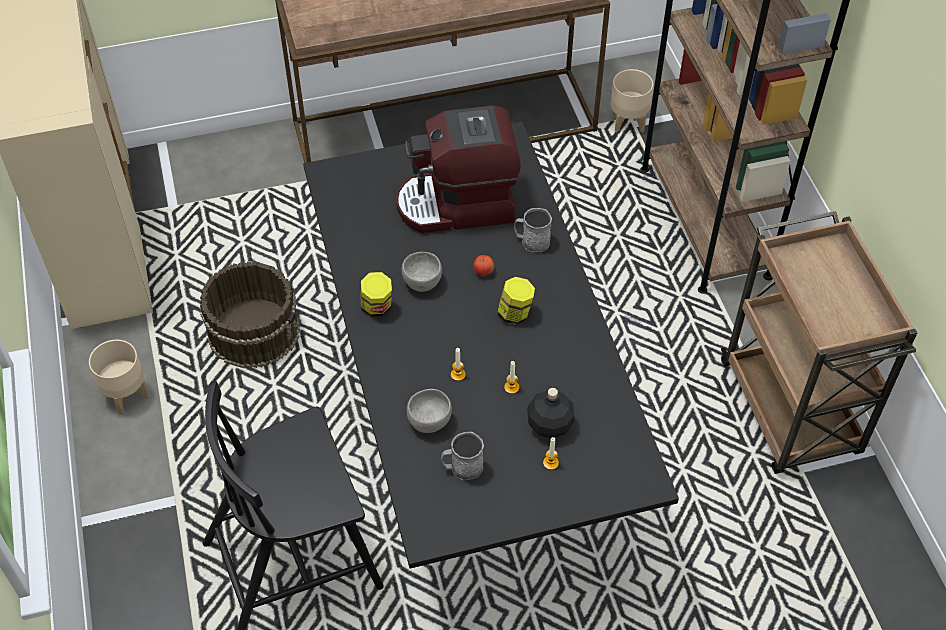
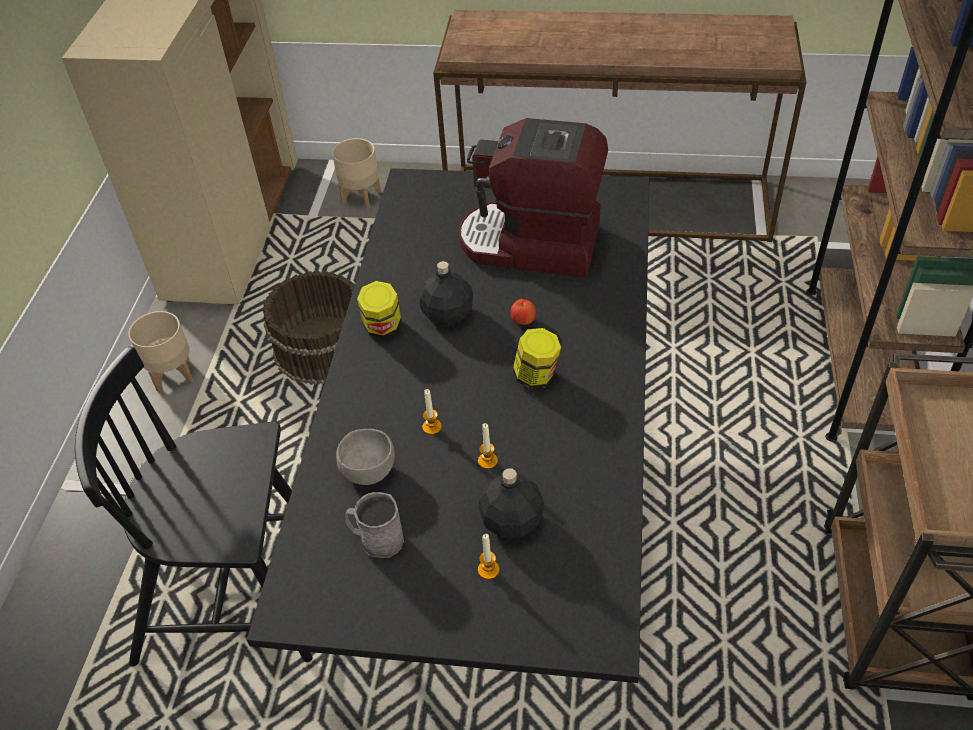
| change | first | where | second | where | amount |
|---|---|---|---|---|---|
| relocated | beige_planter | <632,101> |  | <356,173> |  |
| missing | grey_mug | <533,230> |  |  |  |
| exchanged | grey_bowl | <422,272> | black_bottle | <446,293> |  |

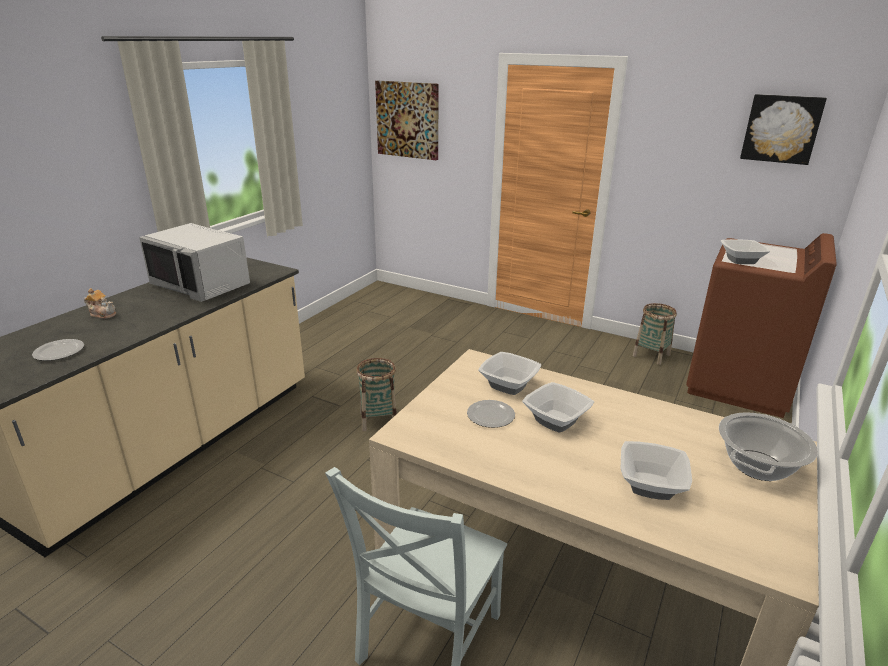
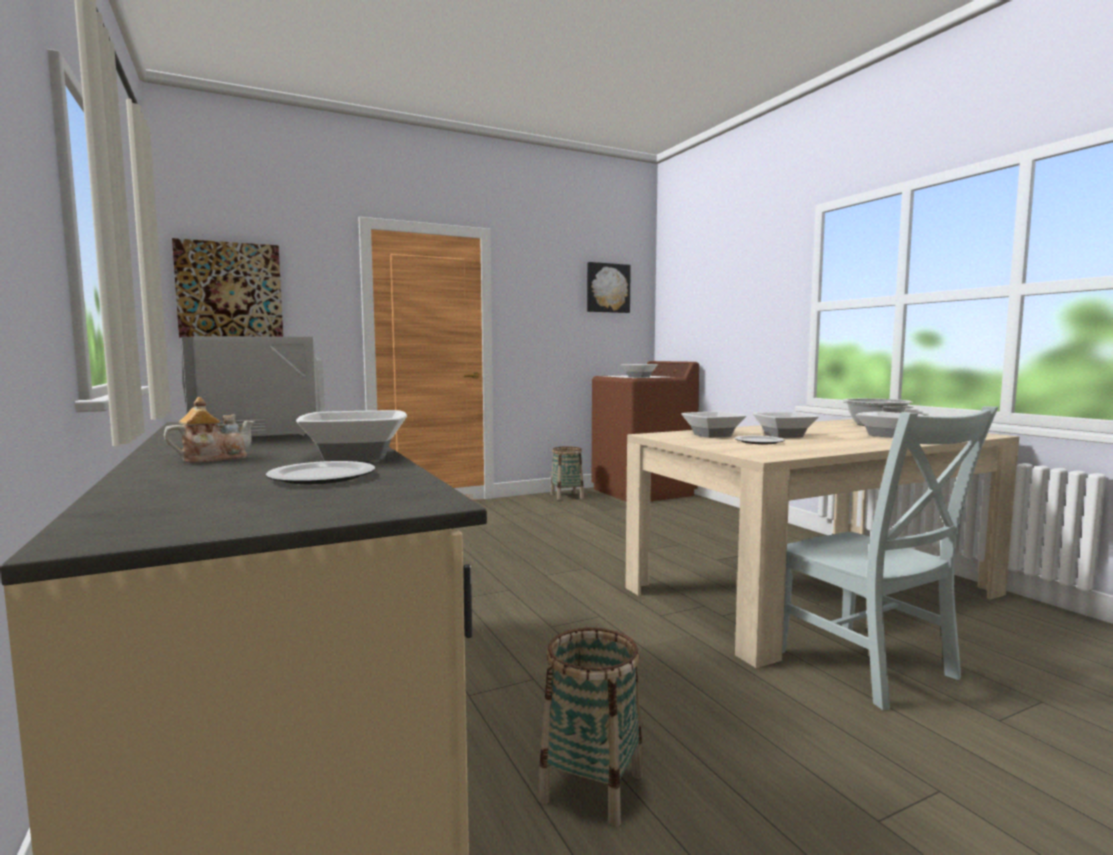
| change | first | where | second | where | amount |
|---|---|---|---|---|---|
| spun | grey_microwave | <194,262> |  | <253,386> | 90 degrees clockwise |
| relocated | basket | <376,395> |  | <590,727> |  |
| appeared |  |  | bowl | <351,435> |  |

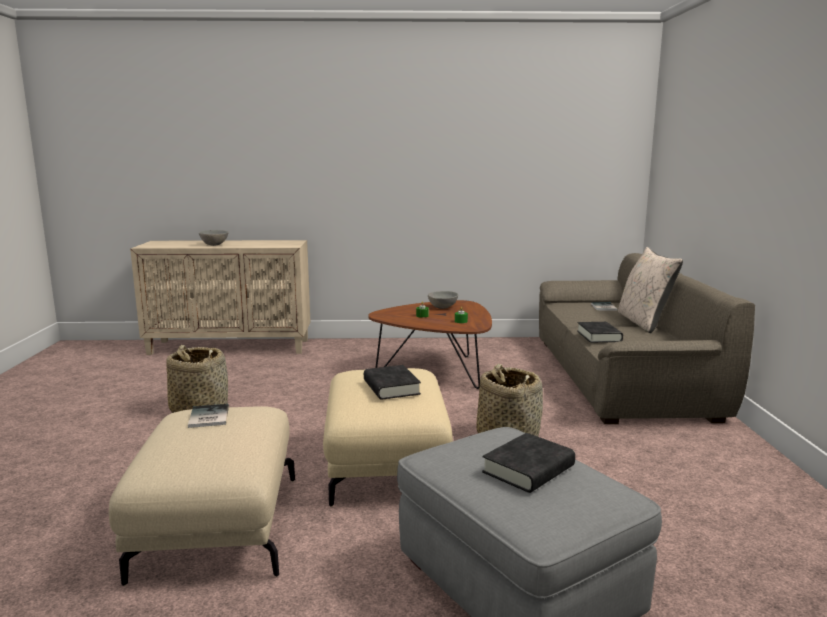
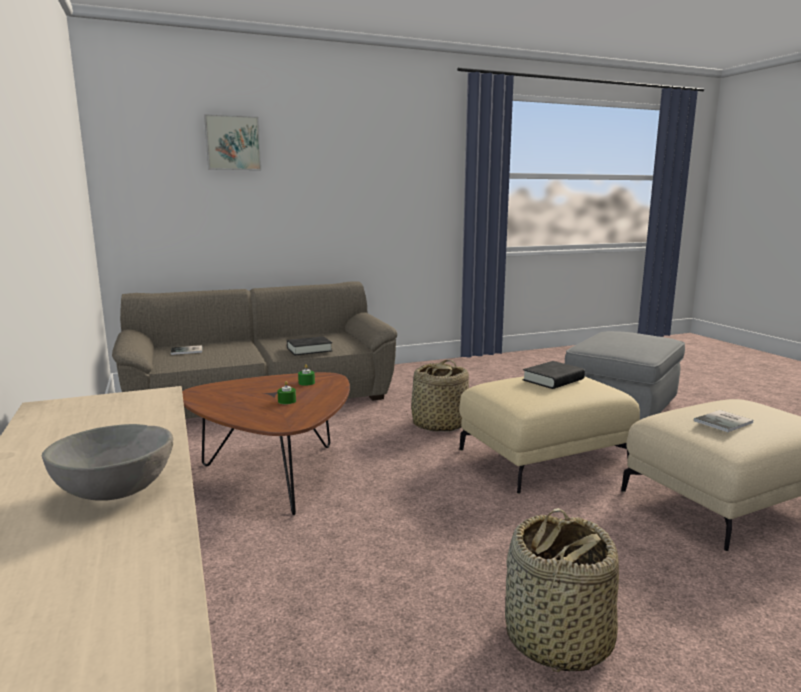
| change | first | where | second | where | amount |
|---|---|---|---|---|---|
| missing | beige_pillow | <650,290> |  |  |  |
| missing | grey_bowl | <443,300> |  |  |  |
| missing | black_book | <528,463> |  |  |  |
| appeared |  |  | picture | <232,142> |  |

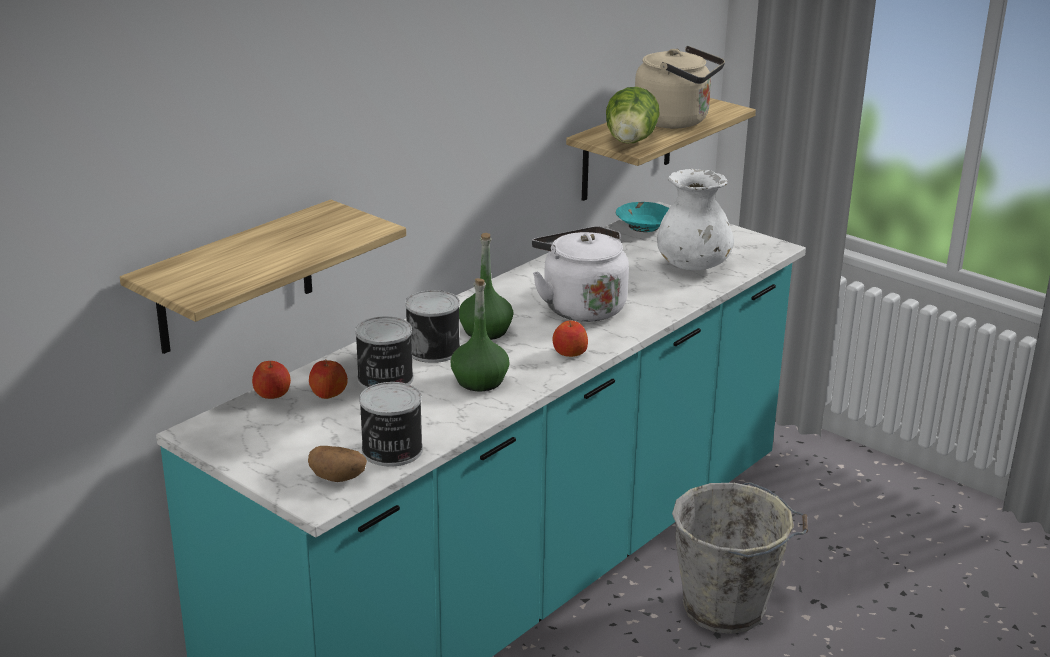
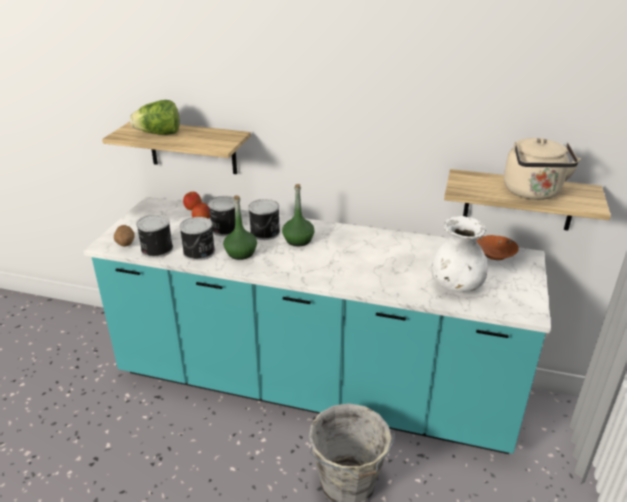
| change | first | where | second | where | amount |
|---|---|---|---|---|---|
| relocated | lettuce | <633,115> |  | <155,117> |  |
| colour | turquoise_bowl | <642,217> | orange_bowl | <498,247> |  |
| missing | white_kettle | <580,274> |  |  |  |
| missing | apple | <570,339> |  |  |  |
| appeared |  |  | can | <197,239> |  |

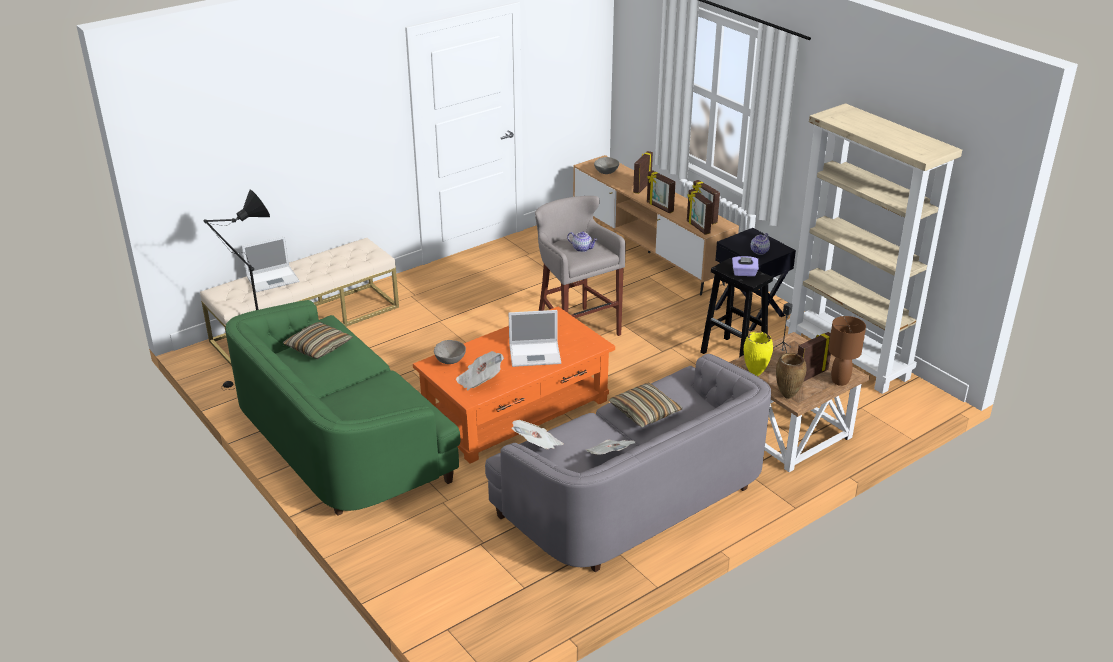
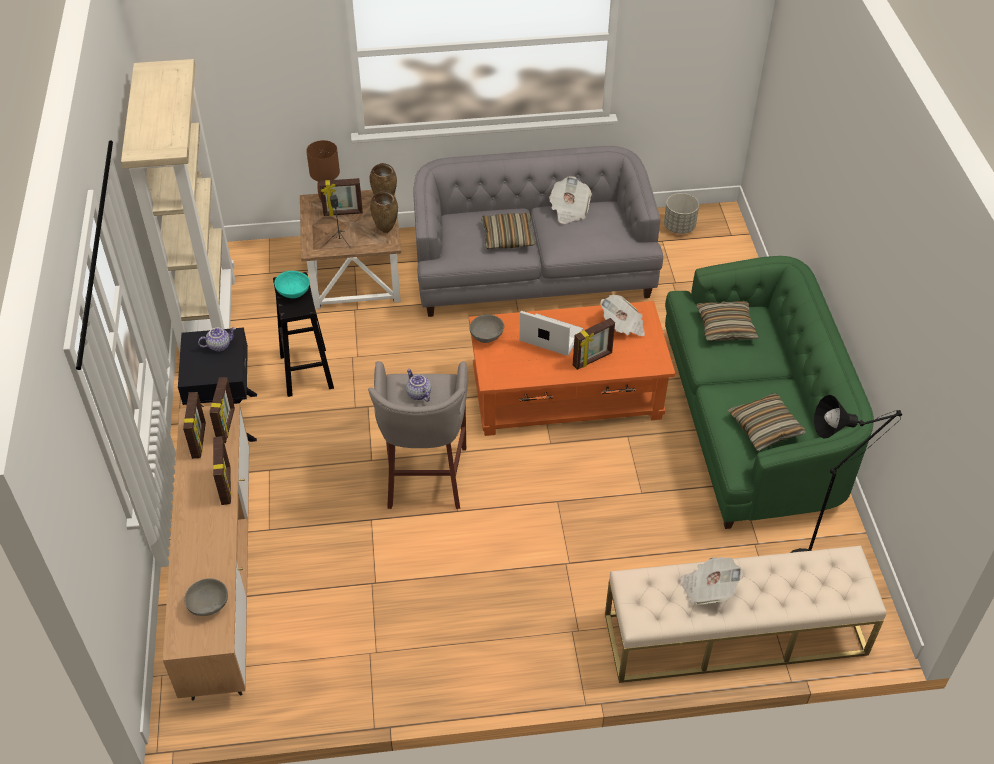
| change | first | where | second | where | amount |
|---|---|---|---|---|---|
| relocated | picture_frame | <643,172> |  | <594,344> |  |
| missing | laptop | <271,264> |  |  |  |
| exchanged | purple_tissue_box | <745,266> | turquoise_bowl | <292,284> |  |
| colour | yellow_vase | <758,354> | brown_vase | <384,212> |  |
| relocated | grey_bowl | <450,352> |  | <487,329> |  |
| relocated | newspaper | <537,434> |  | <711,581> |  |
| appeared |  |  | grey_planter | <681,213> |  |
| appeared |  |  | pillow | <727,321> |  |

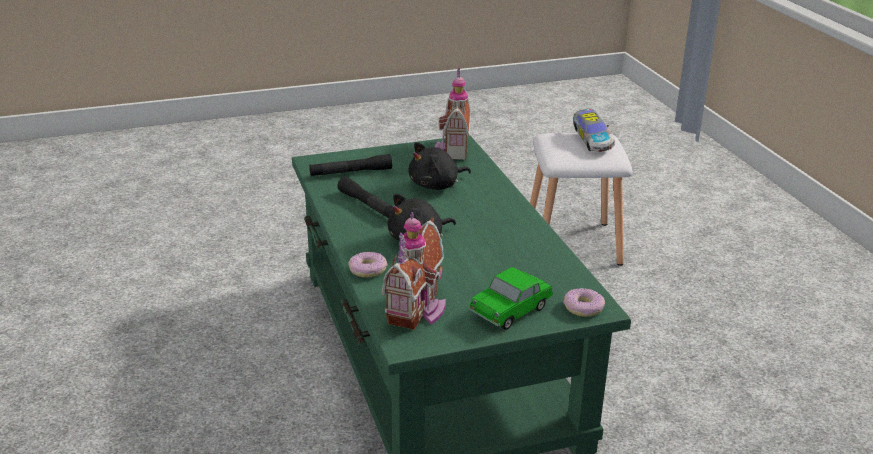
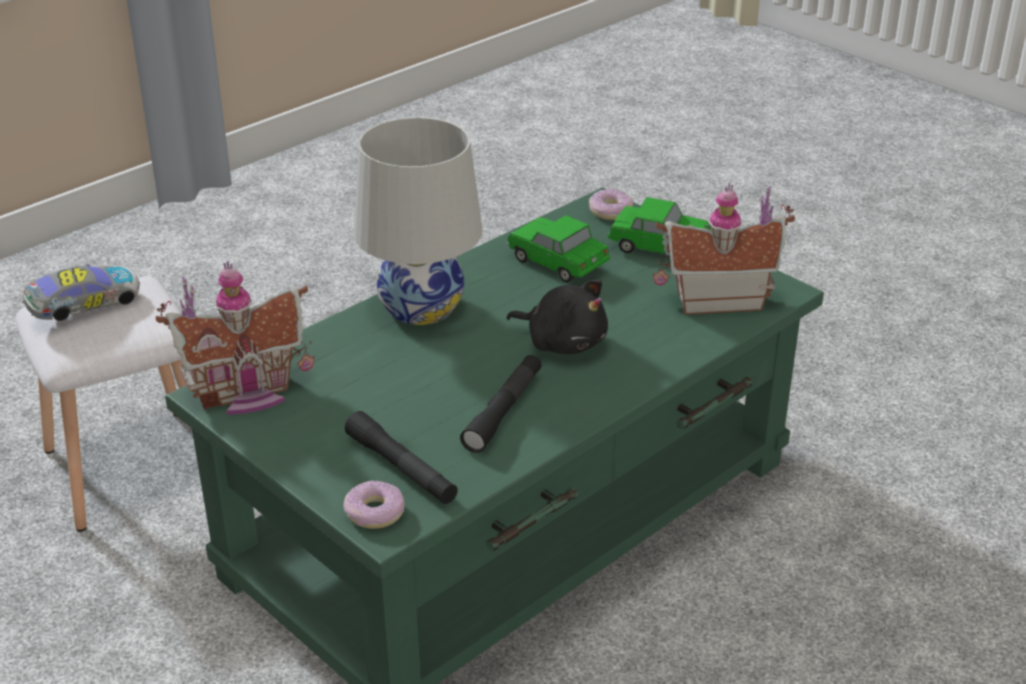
| change | first | where | second | where | amount |
|---|---|---|---|---|---|
| missing | black_plush_toy | <439,166> |  |  |  |
| relocated | donut | <367,264> |  | <373,504> |  |
| appeared |  |  | white_table_lamp | <418,221> |  |
| appeared |  |  | toy_car | <558,249> |  |

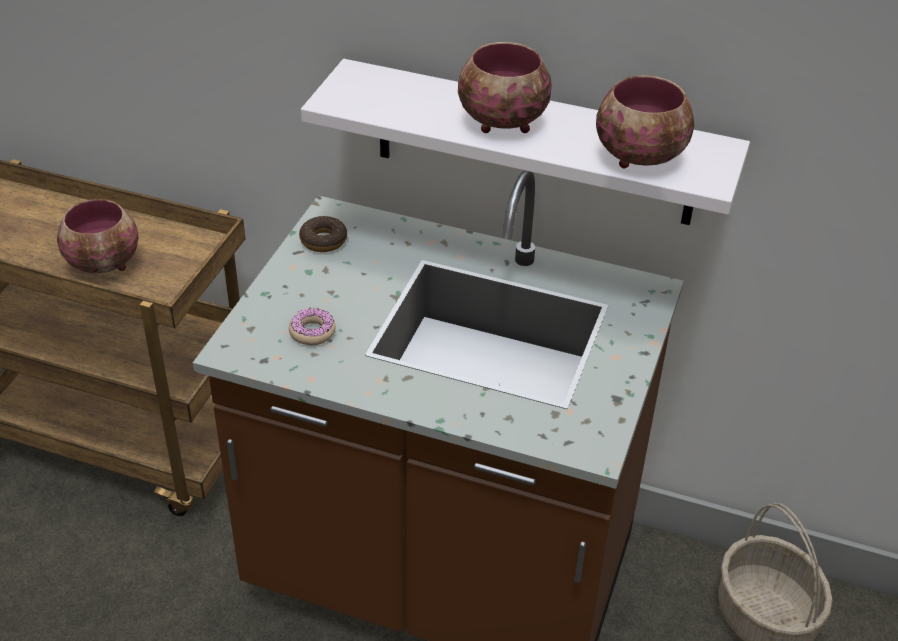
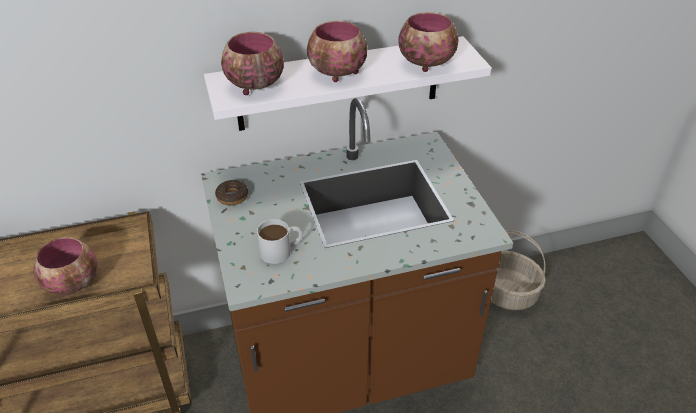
| change | first | where | second | where | amount |
|---|---|---|---|---|---|
| exchanged | donut | <312,326> | white_mug | <280,241> |  |
| appeared |  |  | bowl | <252,63> |  |

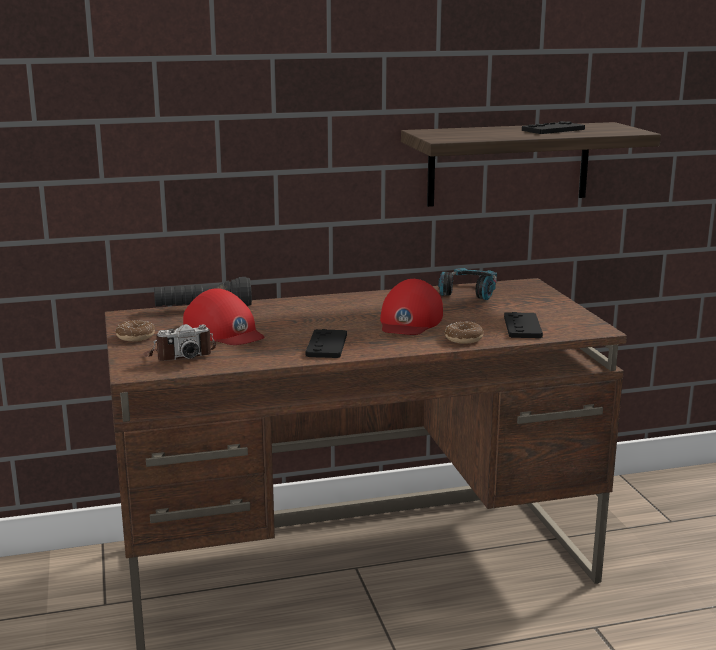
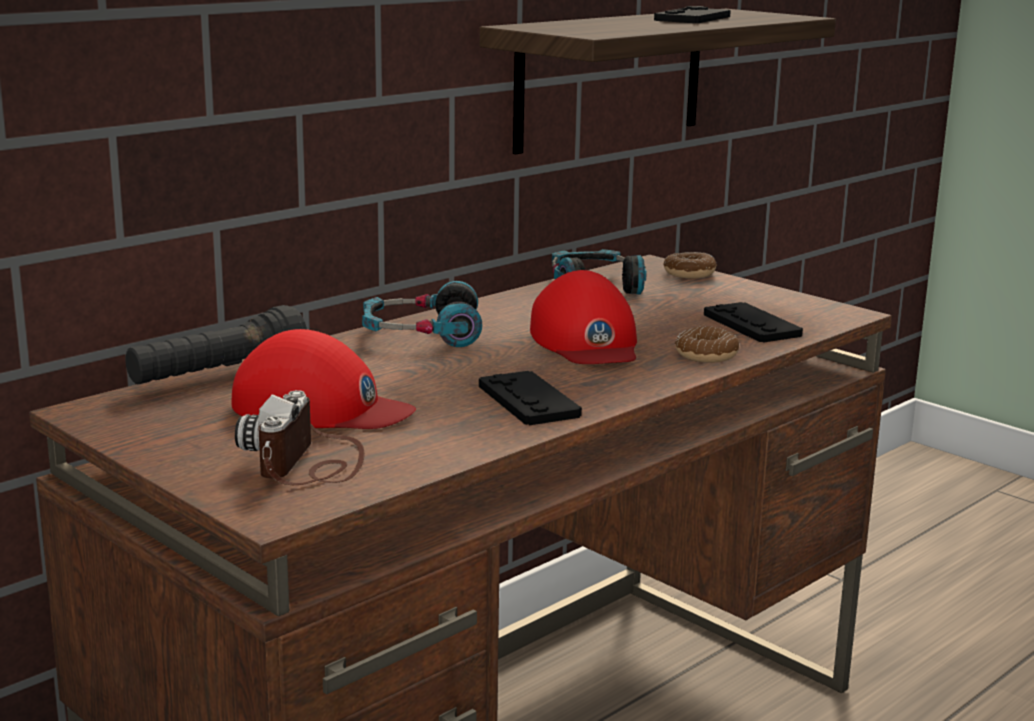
| change | first | where | second | where | amount |
|---|---|---|---|---|---|
| relocated | donut | <135,330> |  | <690,265> |  |
| spun | photo_camera | <180,342> |  | <300,437> | 150 degrees clockwise |
| appeared |  |  | headphones | <422,314> |  |

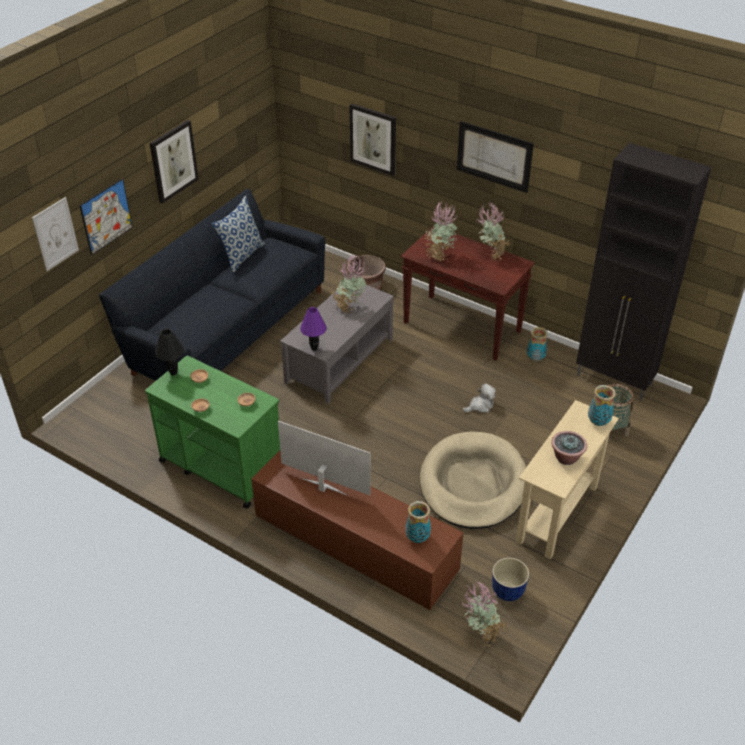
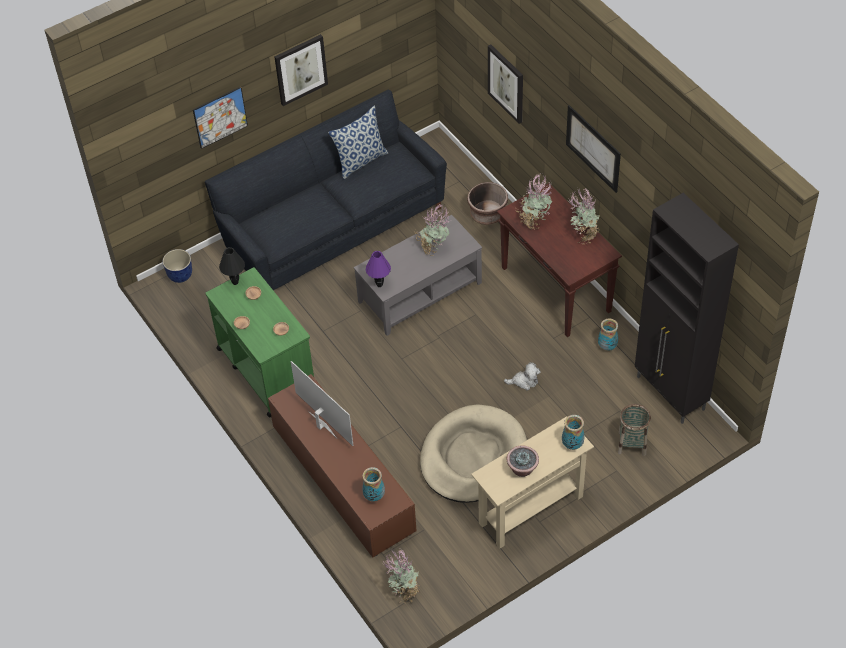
| change | first | where | second | where | amount |
|---|---|---|---|---|---|
| missing | picture | <55,234> |  |  |  |
| relocated | planter | <510,579> |  | <177,266> |  |

